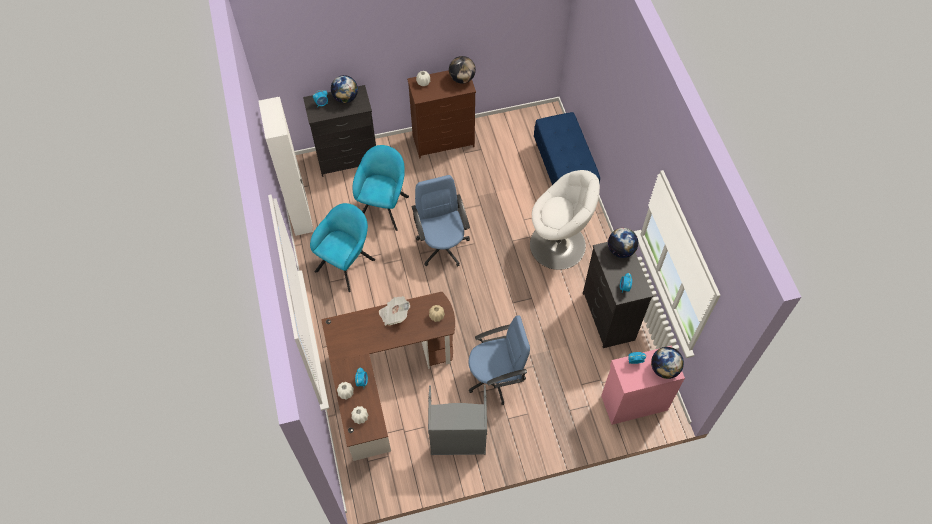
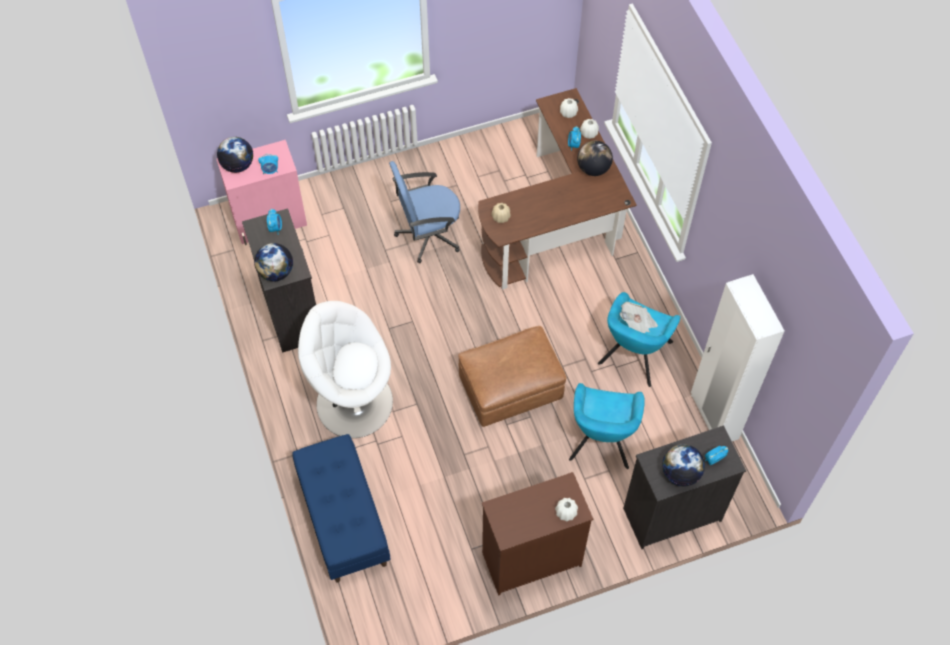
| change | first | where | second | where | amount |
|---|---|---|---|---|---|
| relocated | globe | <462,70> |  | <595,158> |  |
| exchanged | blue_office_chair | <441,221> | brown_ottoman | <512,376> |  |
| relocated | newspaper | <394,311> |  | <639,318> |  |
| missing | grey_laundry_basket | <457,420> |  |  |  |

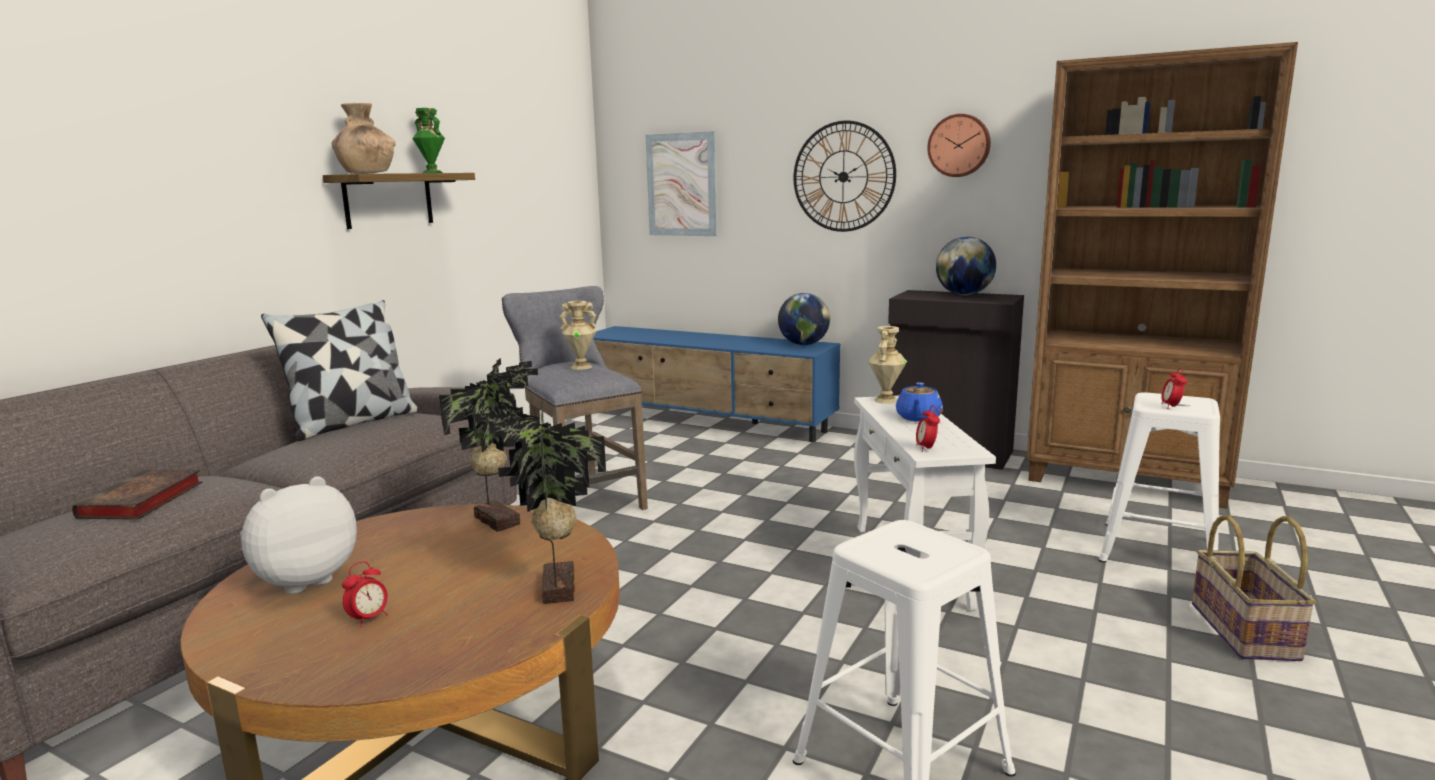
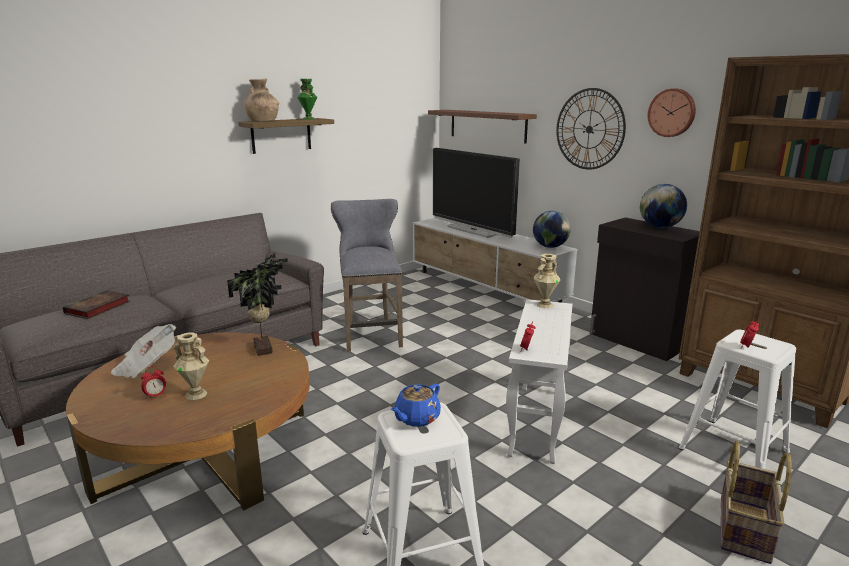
| change | first | where | second | where | amount |
|---|---|---|---|---|---|
| exchanged | picture | <682,183> | brown_shelf | <482,126> |  |
| missing | pillow | <340,370> |  |  |  |
| relocated | beige_vase | <578,335> |  | <191,366> |  |
| colour | blue_tv_stand | <717,384> | white_tv_stand | <495,260> |  |
| relocated | blue_teapot | <919,402> |  | <416,405> |  |
| missing | potted_plant | <540,500> |  |  |  |
| exchanged | plush_toy | <298,535> | newspaper | <143,351> |  |
| appeared |  |  | television | <476,193> |  |

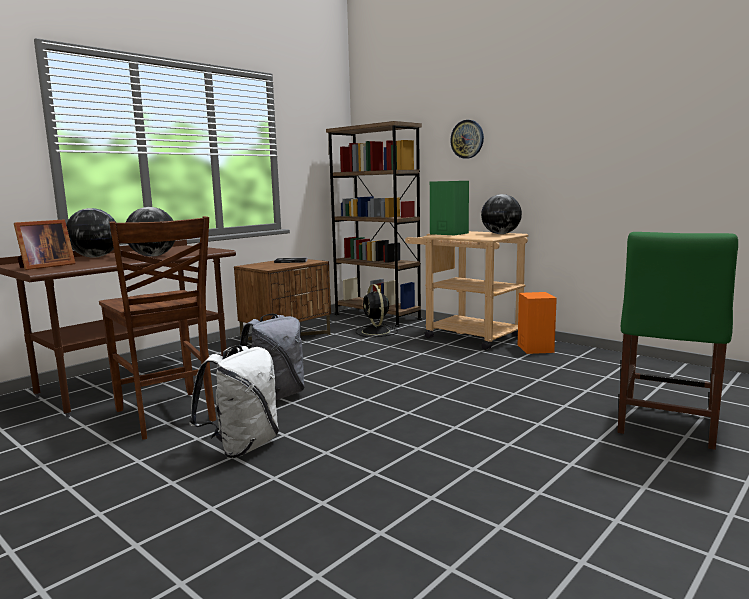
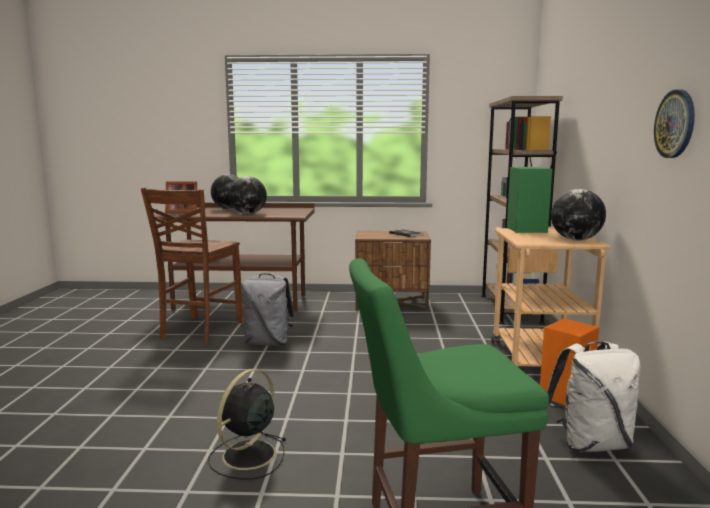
| change | first | where | second | where | amount |
|---|---|---|---|---|---|
| relocated | wall_clock | <467,139> |  | <674,124> |  |
| relocated | black_fan | <377,310> |  | <247,424> |  |
| relocated | white_backpack | <234,401> |  | <594,396> |  |

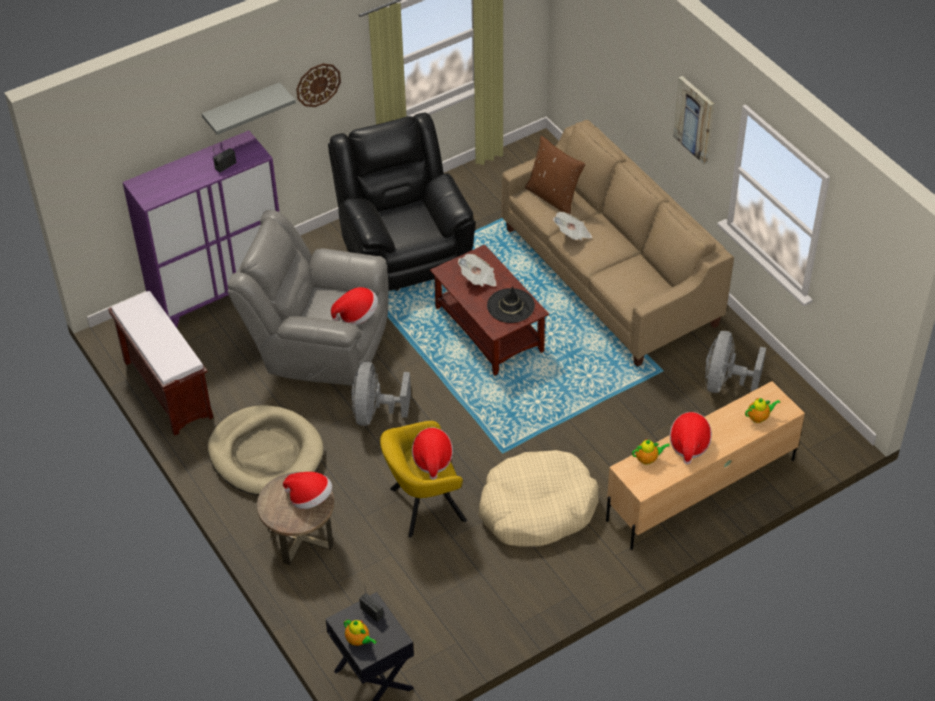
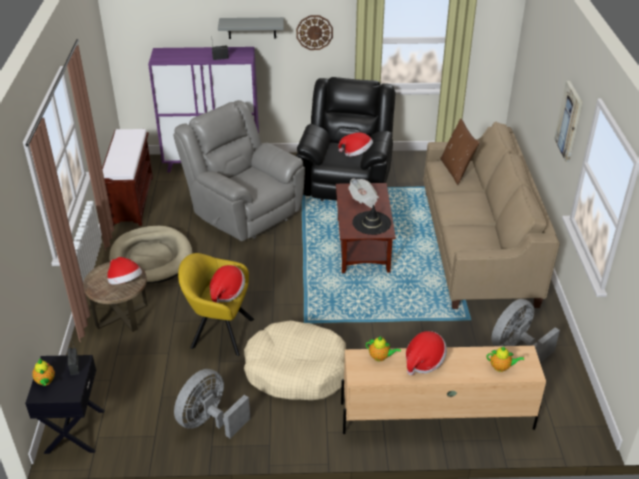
| change | first | where | second | where | amount |
|---|---|---|---|---|---|
| missing | newspaper | <572,226> |  |  |  |
| relocated | hat | <354,306> |  | <355,145> |  |
| relocated | grey_fan | <381,394> |  | <212,403> |  |

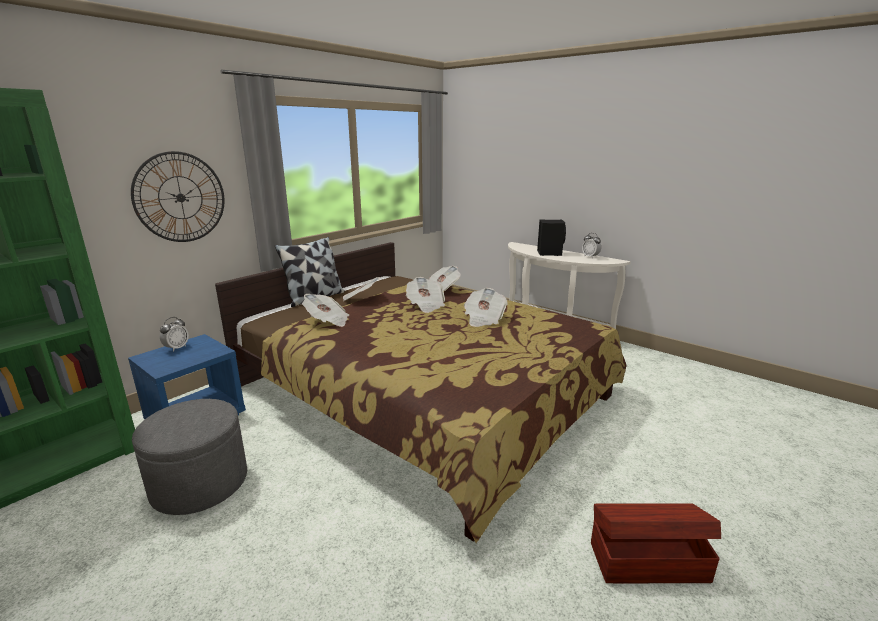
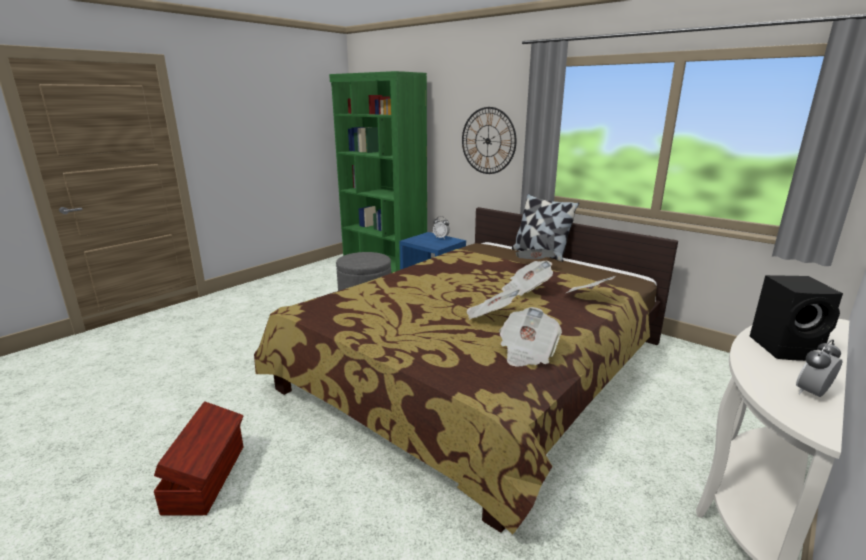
| change | first | where | second | where | amount |
|---|---|---|---|---|---|
| relocated | newspaper | <325,310> |  | <530,337> |  |

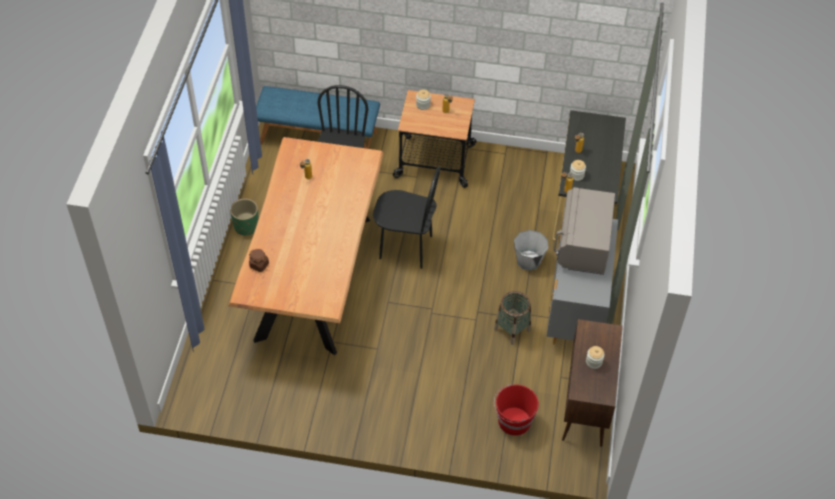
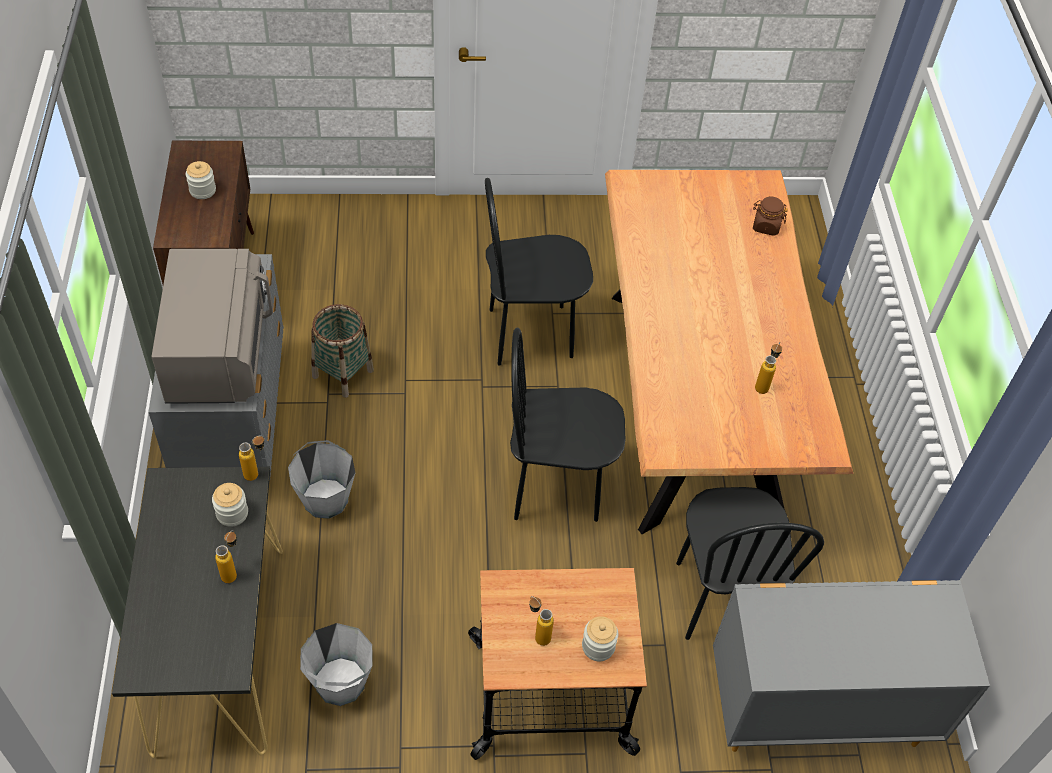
| change | first | where | second | where | amount |
|---|---|---|---|---|---|
| exchanged | blue_bench | <318,117> | grey_dresser | <851,666> |  |
| missing | green_planter | <244,216> |  |  |  |
| missing | red_bucket | <516,410> |  |  |  |
| appeared |  |  | black_chair | <539,272> |  |
| appeared |  |  | grey_bucket | <336,664> |  |

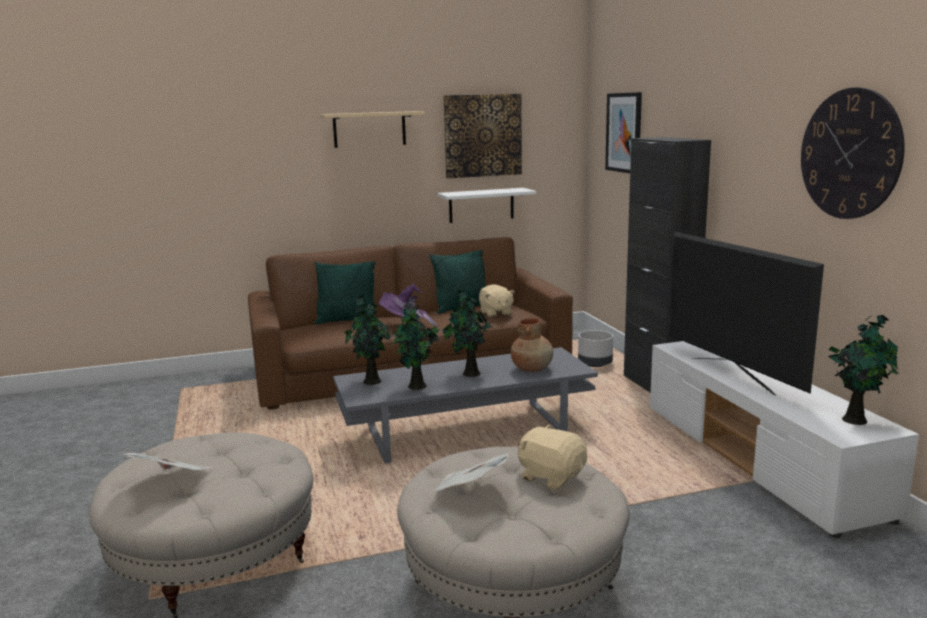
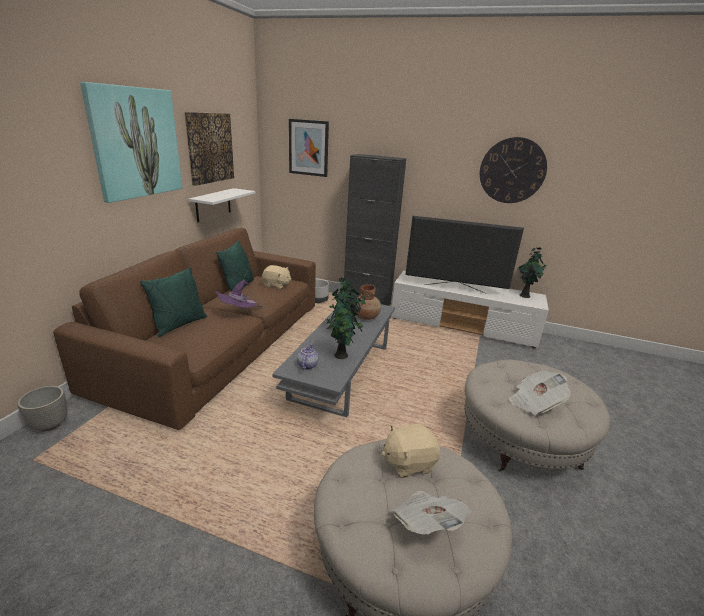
| change | first | where | second | where | amount |
|---|---|---|---|---|---|
| exchanged | beige_shelf | <372,129> | picture | <131,142> |  |
| exchanged | potted_plant | <368,339> | teapot | <307,357> |  |
| relocated | beige_plush_toy | <552,457> |  | <410,451> |  |
| appeared |  |  | planter | <42,408> |  |

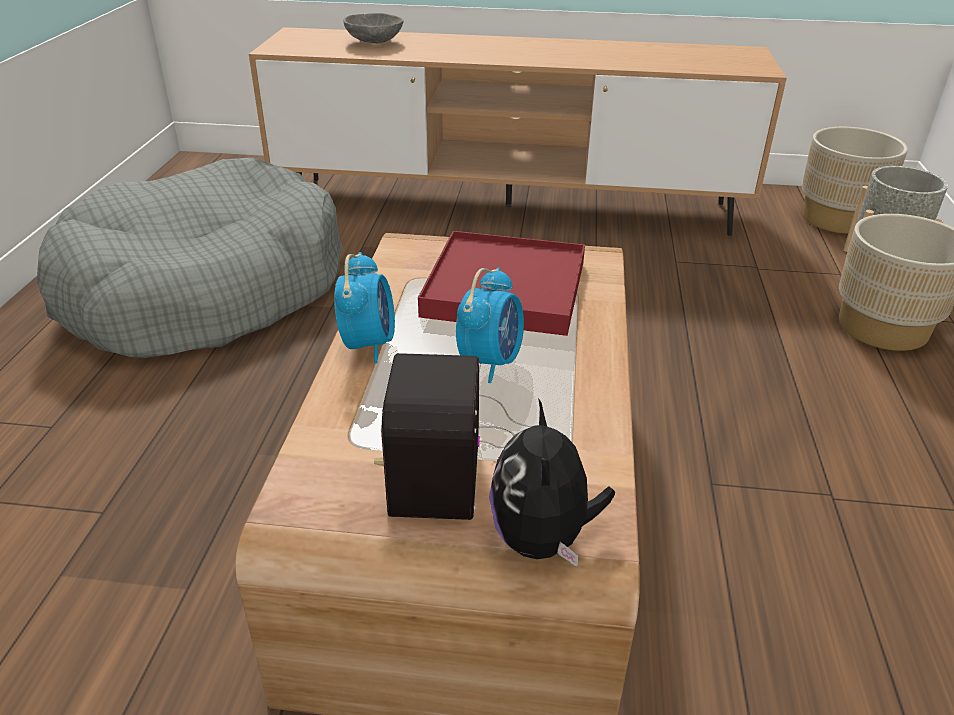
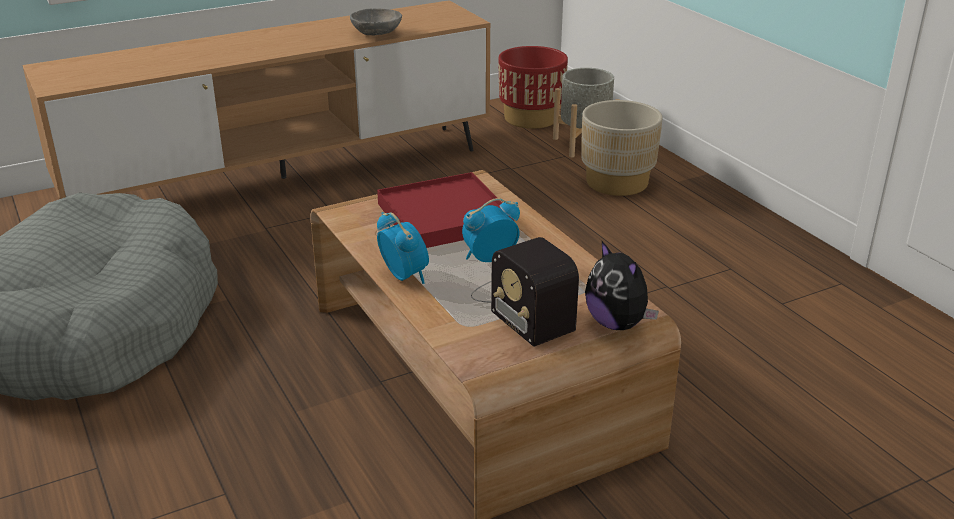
| change | first | where | second | where | amount |
|---|---|---|---|---|---|
| relocated | grey_bowl | <373,28> |  | <376,21> |  |
| colour | beige_planter | <855,180> | red_planter | <533,87> |  |
| spun | alarm_clock | <490,325> |  | <491,230> | 105 degrees counterclockwise |

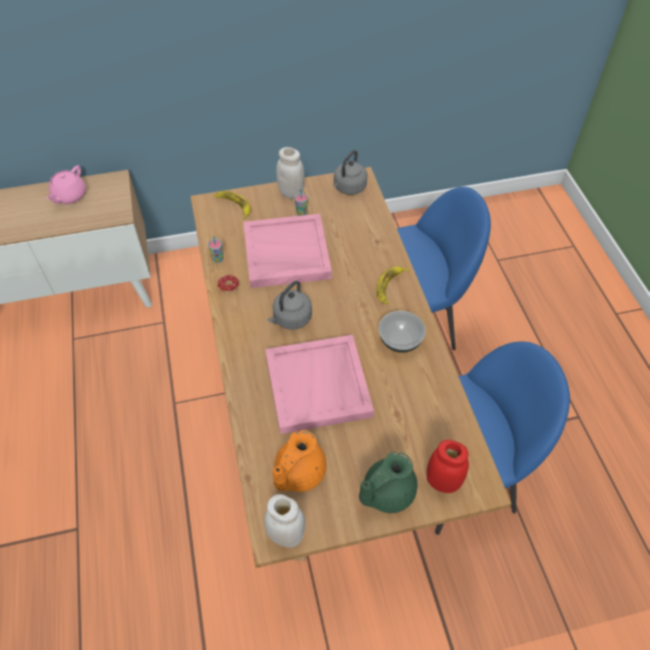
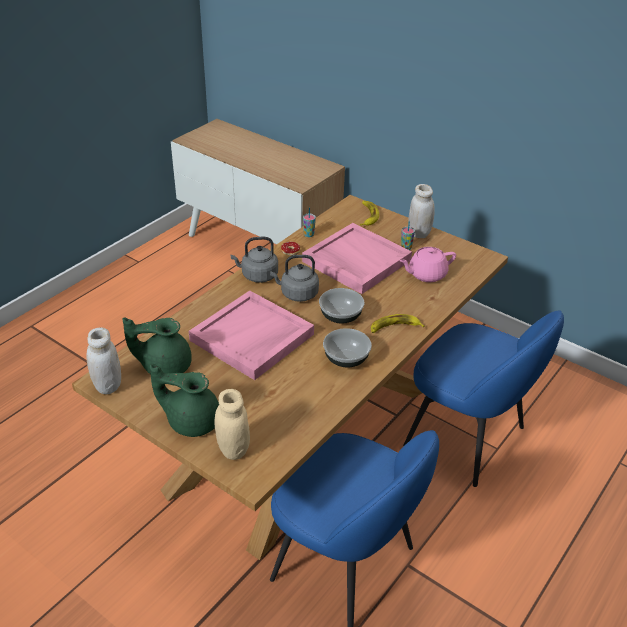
| change | first | where | second | where | amount |
|---|---|---|---|---|---|
| relocated | grey_kettle | <350,172> |  | <254,260> |  |
| relocated | pink_teapot | <66,185> |  | <428,264> |  |
| colour | orange_teapot | <300,461> | green_teapot | <157,346> |  |
| colour | red_jar | <447,466> | beige_jar | <232,424> |  |
| appeared |  |  | bowl | <342,306> |  |

